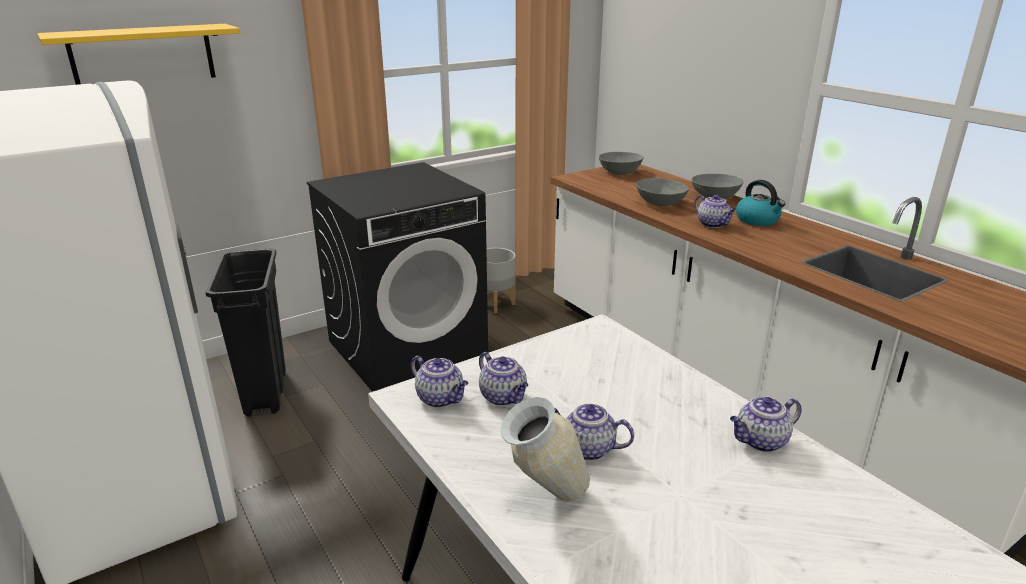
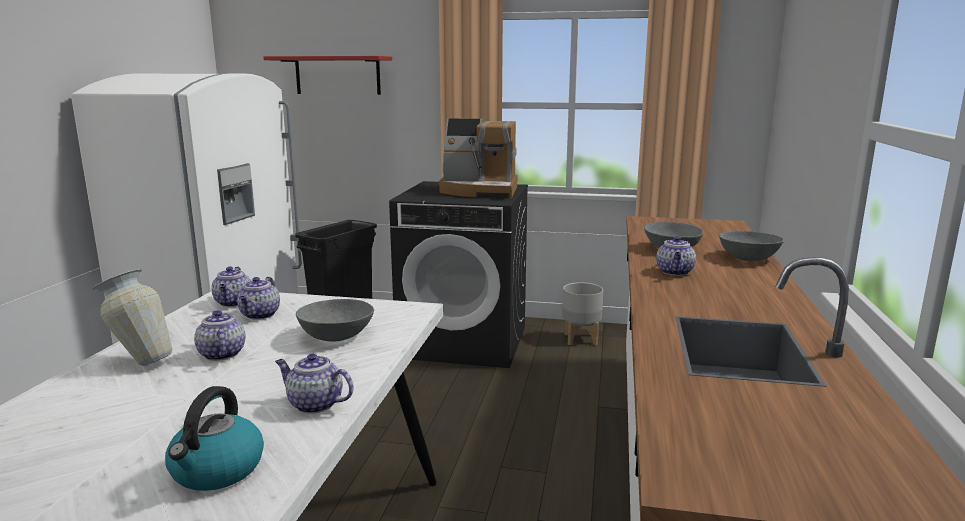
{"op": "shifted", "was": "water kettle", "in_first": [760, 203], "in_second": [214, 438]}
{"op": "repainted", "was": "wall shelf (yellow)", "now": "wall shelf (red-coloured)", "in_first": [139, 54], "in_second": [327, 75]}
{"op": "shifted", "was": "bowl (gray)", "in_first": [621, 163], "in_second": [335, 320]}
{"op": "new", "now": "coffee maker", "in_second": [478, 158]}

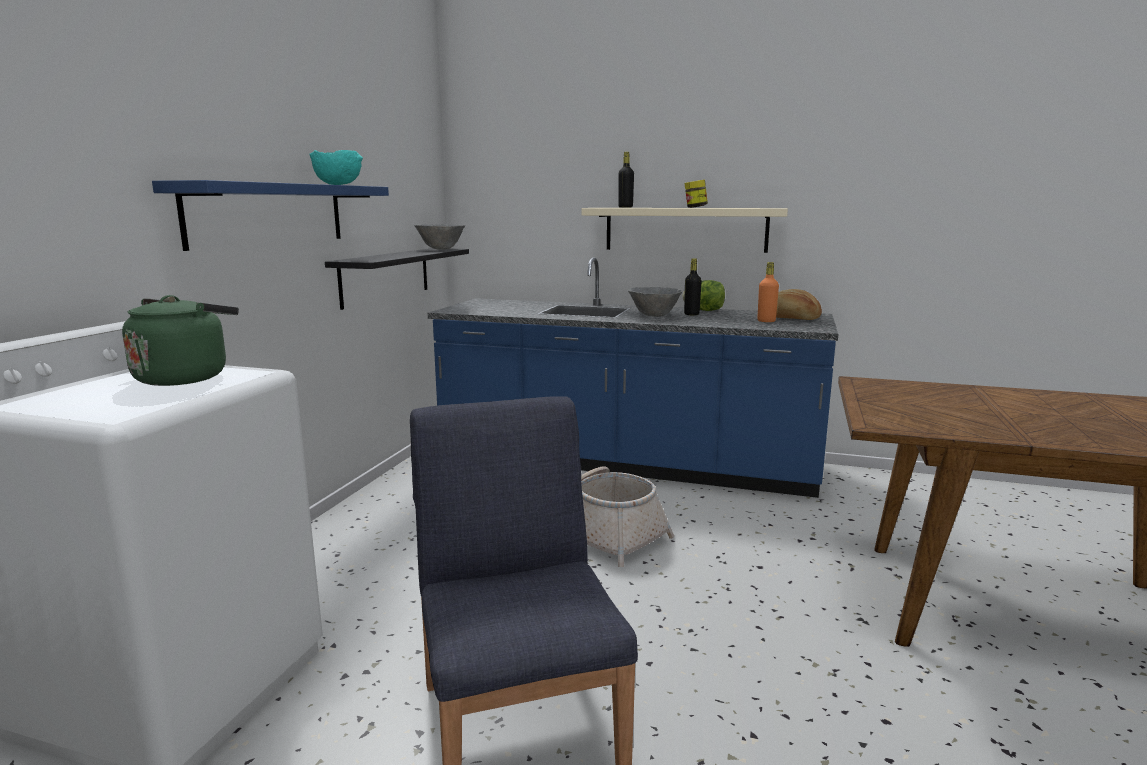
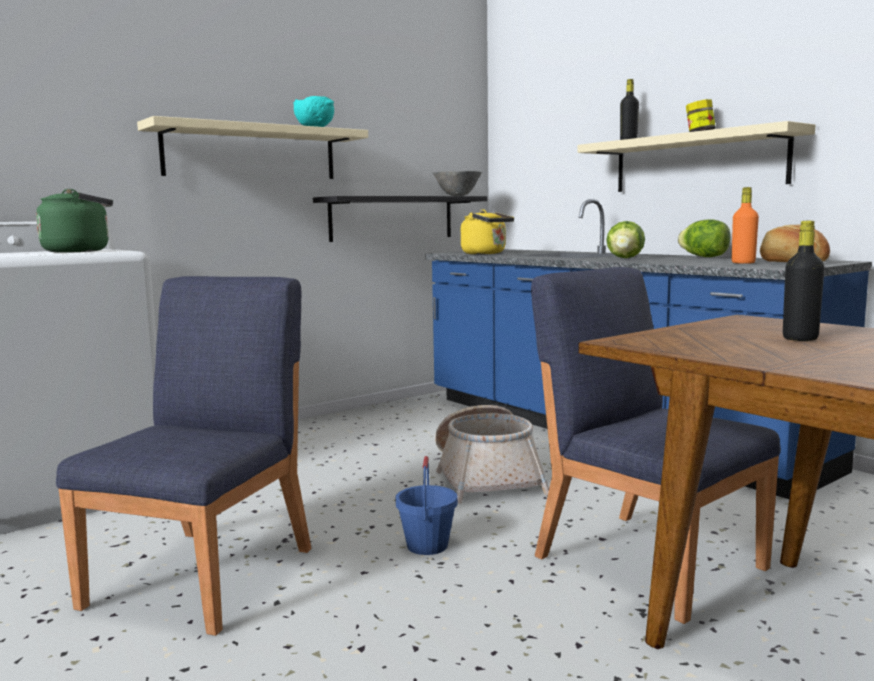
{"op": "repainted", "was": "wall shelf (bluish)", "now": "wall shelf (beige-coloured)", "in_first": [270, 215], "in_second": [252, 147]}
{"op": "new", "now": "pail (bluish)", "in_second": [426, 505]}
{"op": "new", "now": "water kettle (yellow)", "in_second": [487, 231]}
{"op": "new", "now": "plain chair (bluish)", "in_second": [656, 445]}
{"op": "swapped", "was": "bowl (gray)", "now": "head of lettuce", "in_first": [655, 302], "in_second": [625, 239]}
{"op": "shifted", "was": "drink bottle (blackish)", "in_first": [692, 286], "in_second": [804, 281]}

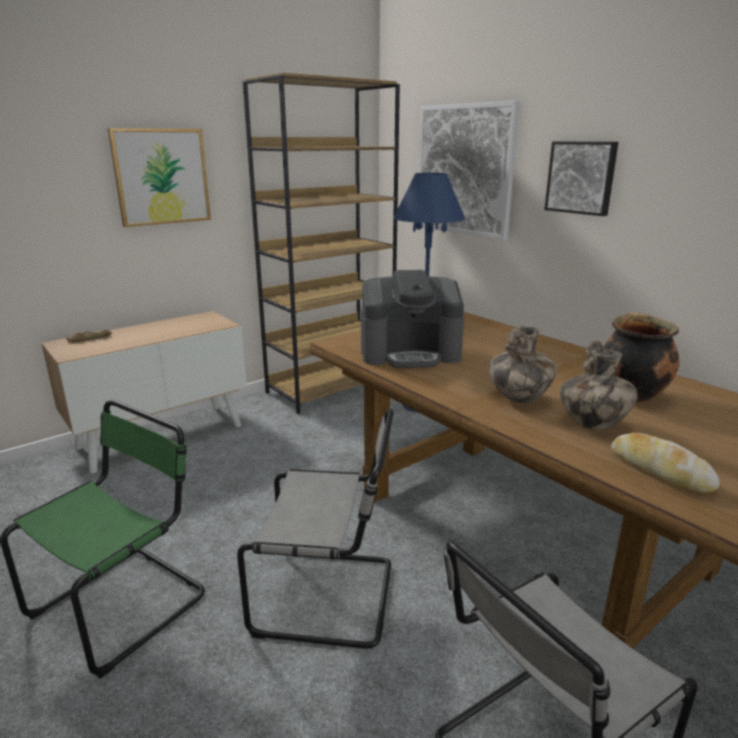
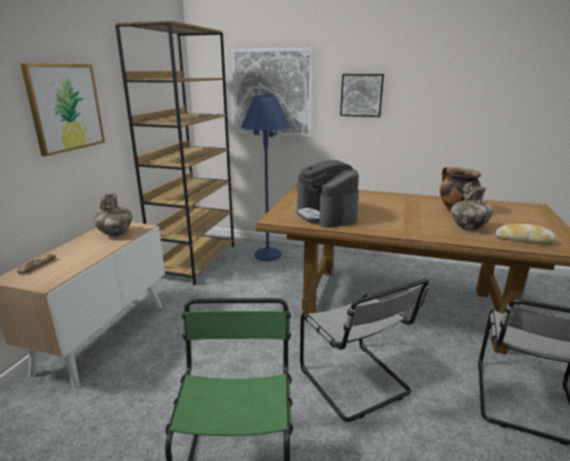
{"op": "shifted", "was": "vase", "in_first": [522, 364], "in_second": [112, 214]}
{"op": "rotated", "was": "coffee maker", "in_first": [412, 319], "in_second": [327, 194], "clockwise": 105}
{"op": "rotated", "was": "plain chair (gray)", "in_first": [315, 528], "in_second": [364, 350], "clockwise": 90}

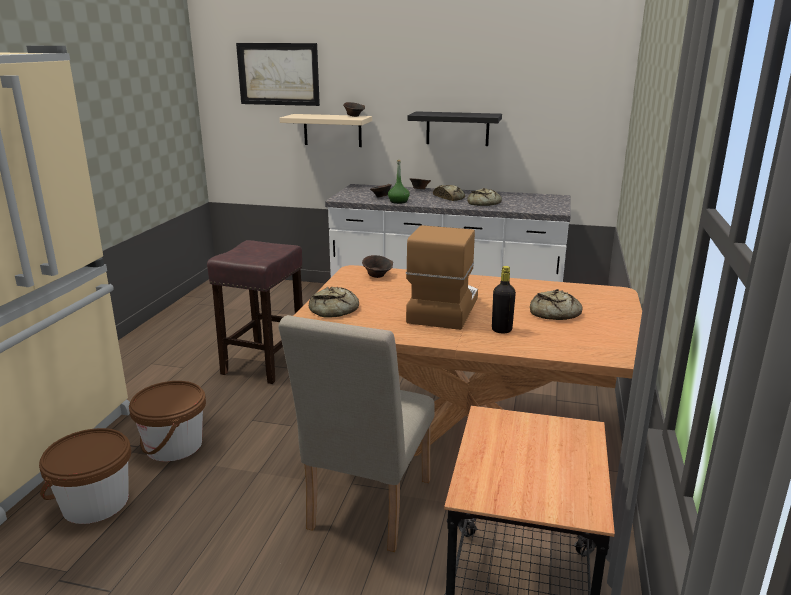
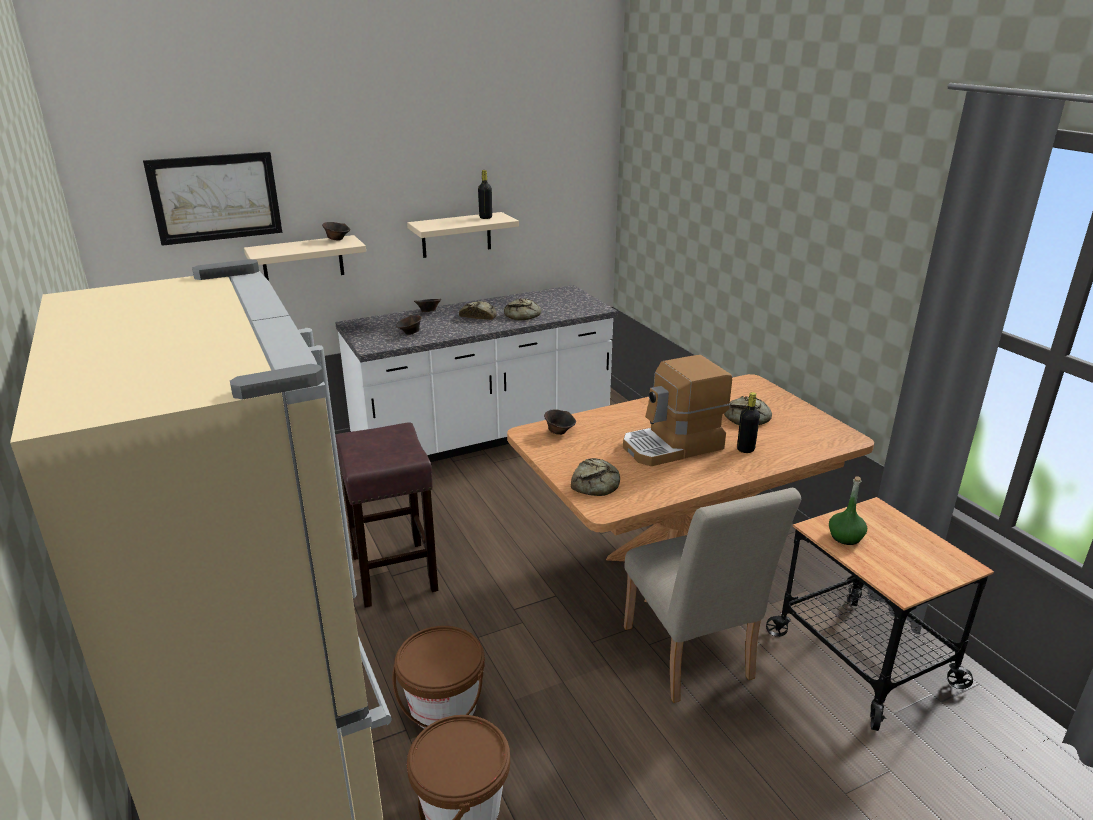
{"op": "repainted", "was": "wall shelf (blackish)", "now": "wall shelf (beige-coloured)", "in_first": [455, 128], "in_second": [463, 235]}
{"op": "new", "now": "drink bottle (blackish)", "in_second": [485, 194]}
{"op": "rotated", "was": "coffee maker", "in_first": [442, 277], "in_second": [677, 410], "clockwise": -90}
{"op": "shifted", "was": "drink bottle (green-coloured)", "in_first": [399, 182], "in_second": [848, 510]}

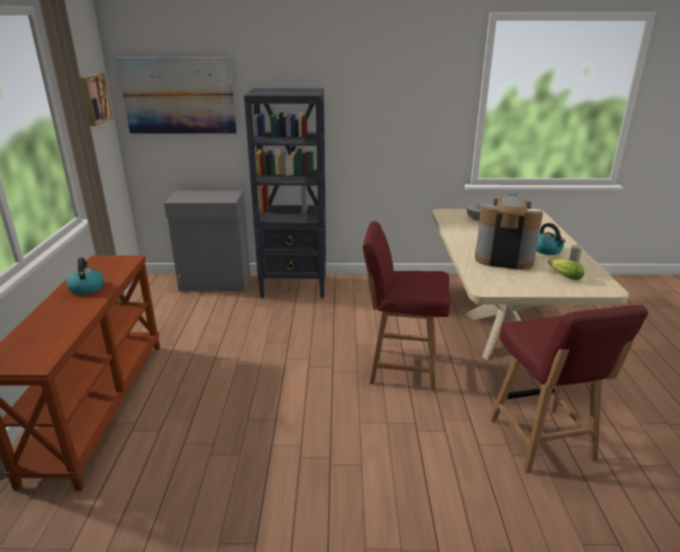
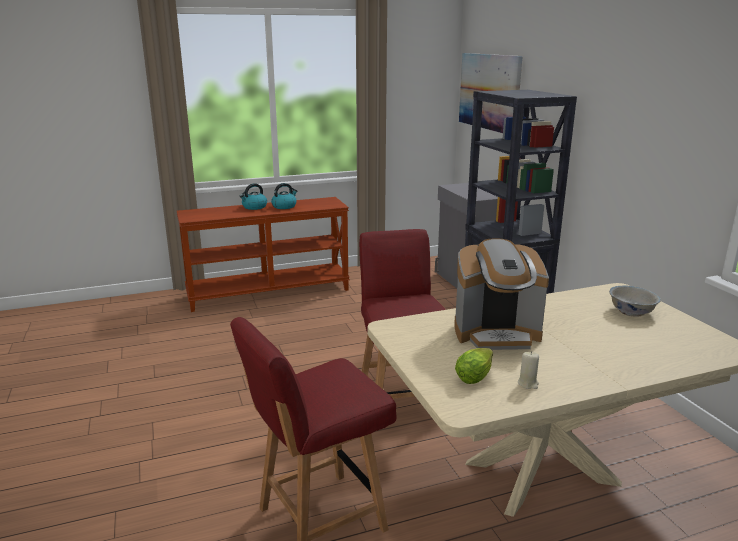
{"op": "shifted", "was": "water kettle", "in_first": [550, 239], "in_second": [253, 196]}
{"op": "rotated", "was": "coffee maker", "in_first": [509, 232], "in_second": [501, 294], "clockwise": 90}
{"op": "gone", "was": "wall picture", "in_first": [96, 99]}

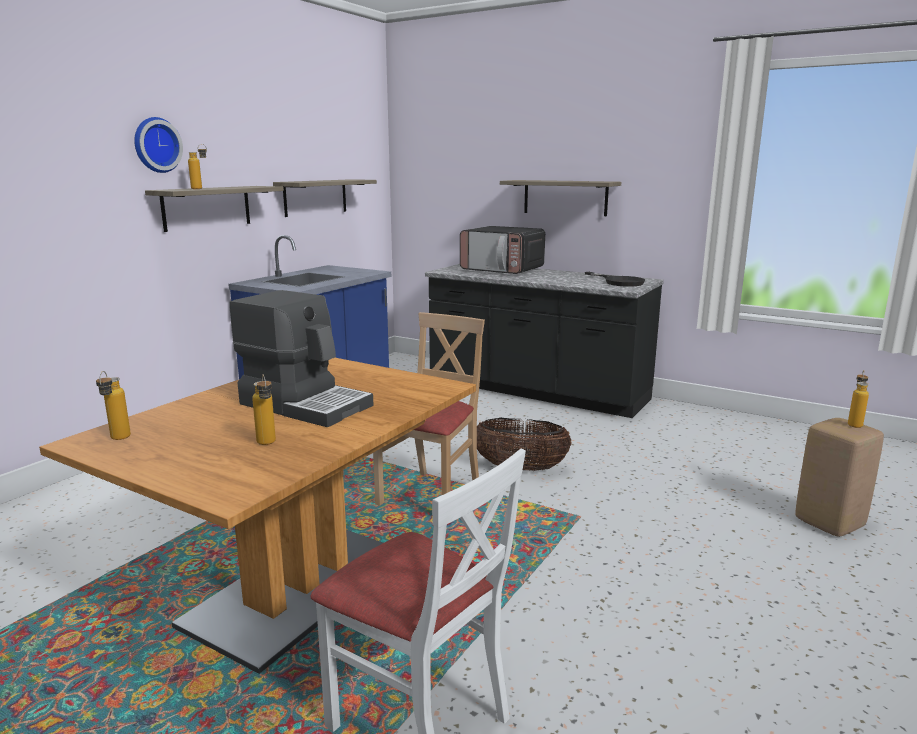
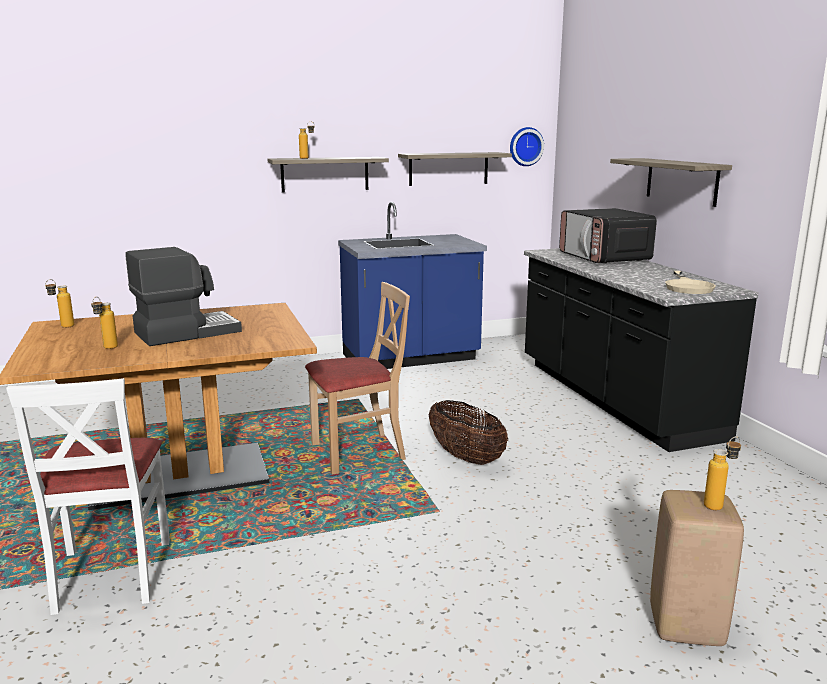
{"op": "rotated", "was": "coffee maker", "in_first": [301, 358], "in_second": [183, 296], "clockwise": -105}
{"op": "shifted", "was": "clock on the wall", "in_first": [158, 145], "in_second": [527, 146]}
{"op": "repainted", "was": "pan (blackish)", "now": "pan (beige-coloured)", "in_first": [615, 279], "in_second": [690, 282]}

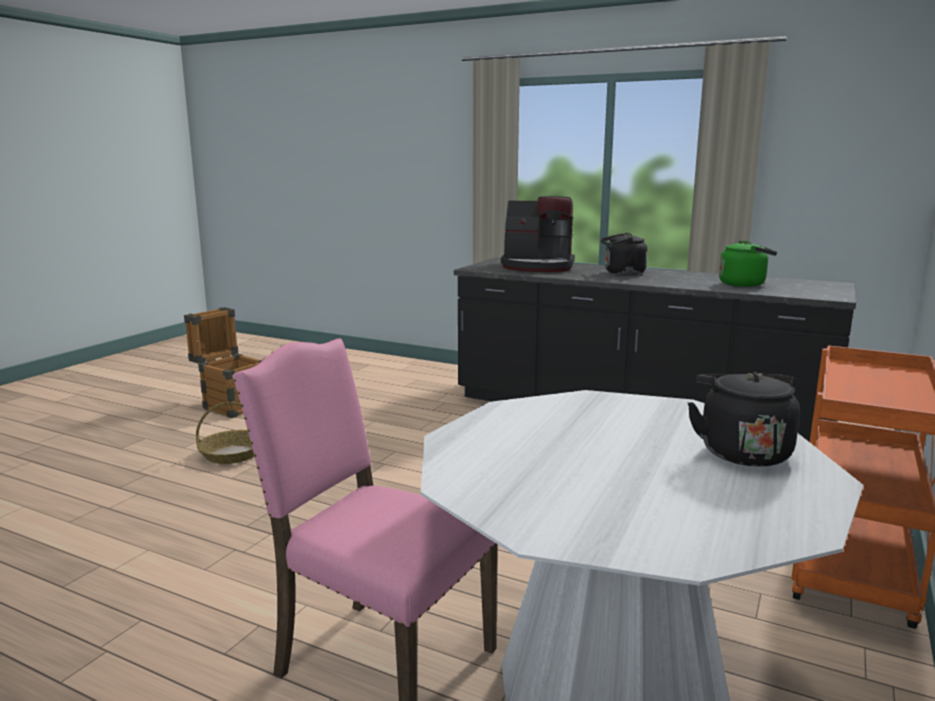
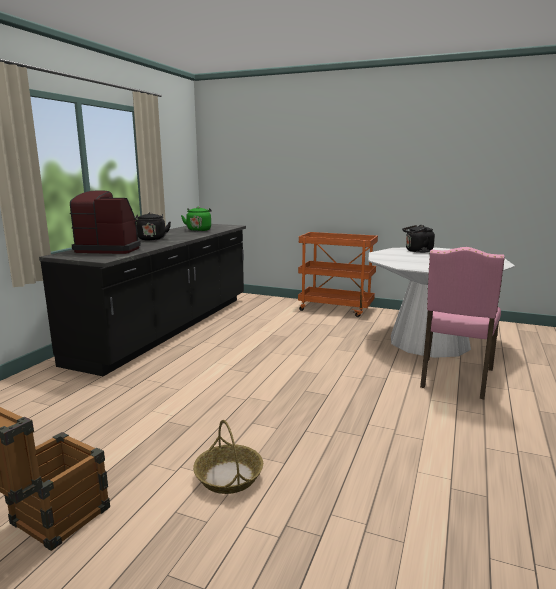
{"op": "rotated", "was": "coffee maker", "in_first": [538, 234], "in_second": [105, 222], "clockwise": -90}

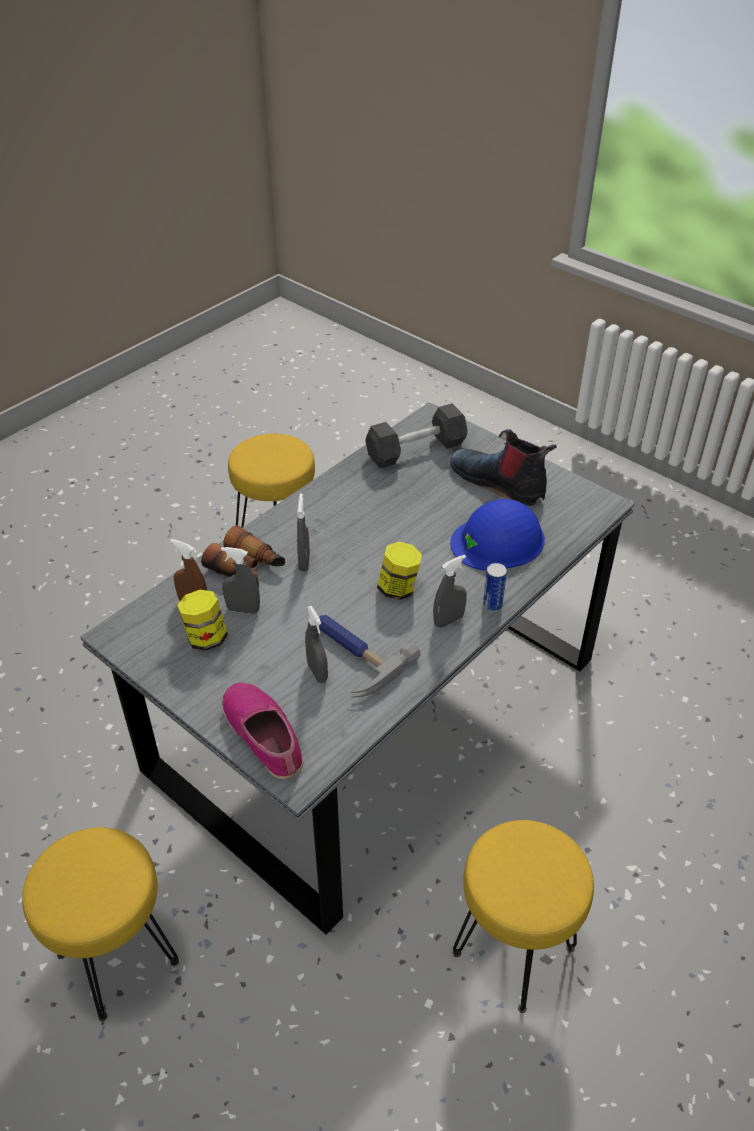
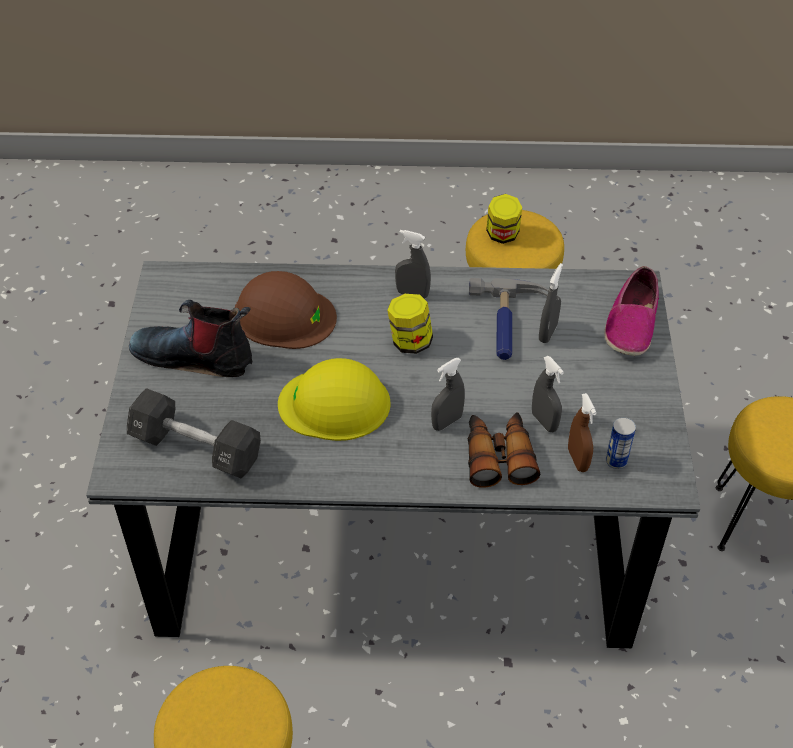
{"op": "rotated", "was": "high-top boot", "in_first": [503, 467], "in_second": [190, 338], "clockwise": 105}
{"op": "repainted", "was": "hard hat (bluish)", "now": "hard hat (brown)", "in_first": [497, 535], "in_second": [286, 310]}
{"op": "new", "now": "hard hat (yellow)", "in_second": [334, 399]}
{"op": "shifted", "was": "preserve jar", "in_first": [202, 620], "in_second": [504, 219]}
{"op": "shifted", "was": "can", "in_first": [495, 587], "in_second": [621, 443]}

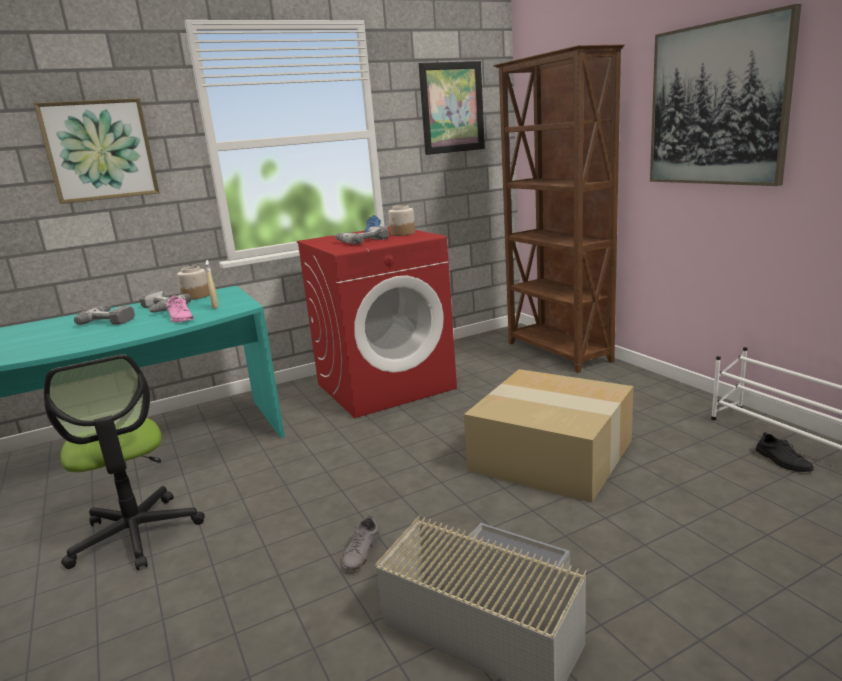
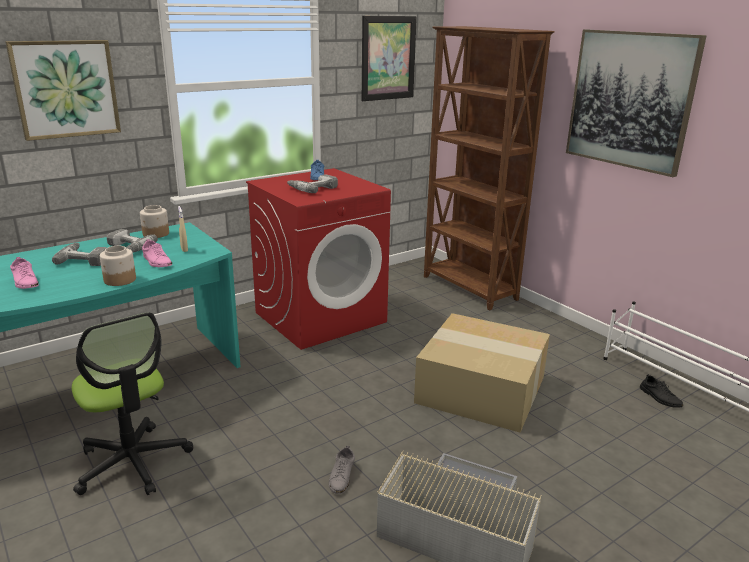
{"op": "new", "now": "shoe (pink-coloured)", "in_second": [24, 273]}
{"op": "shifted", "was": "preserve jar", "in_first": [401, 220], "in_second": [118, 266]}

